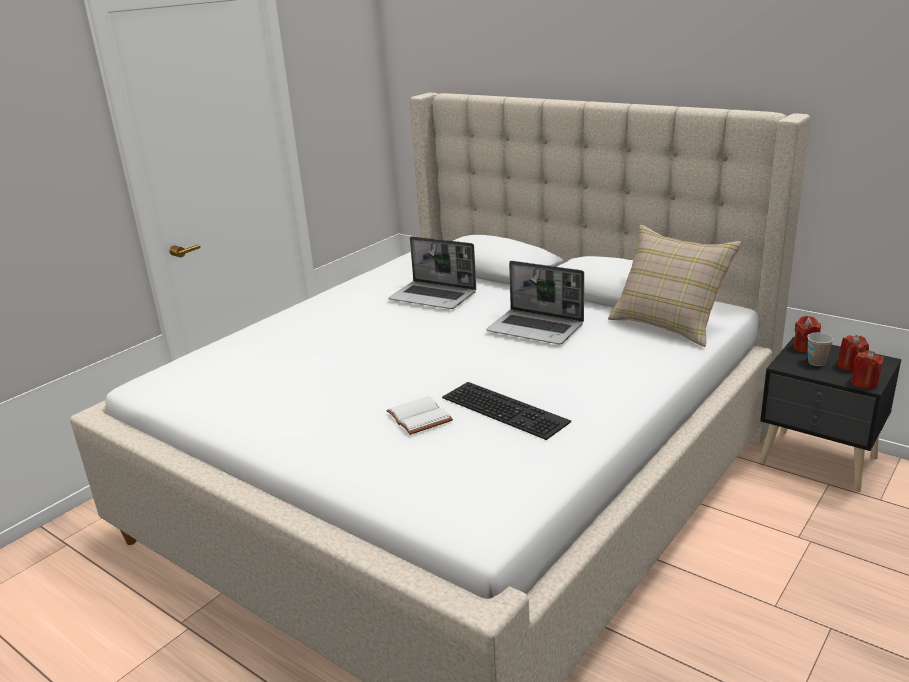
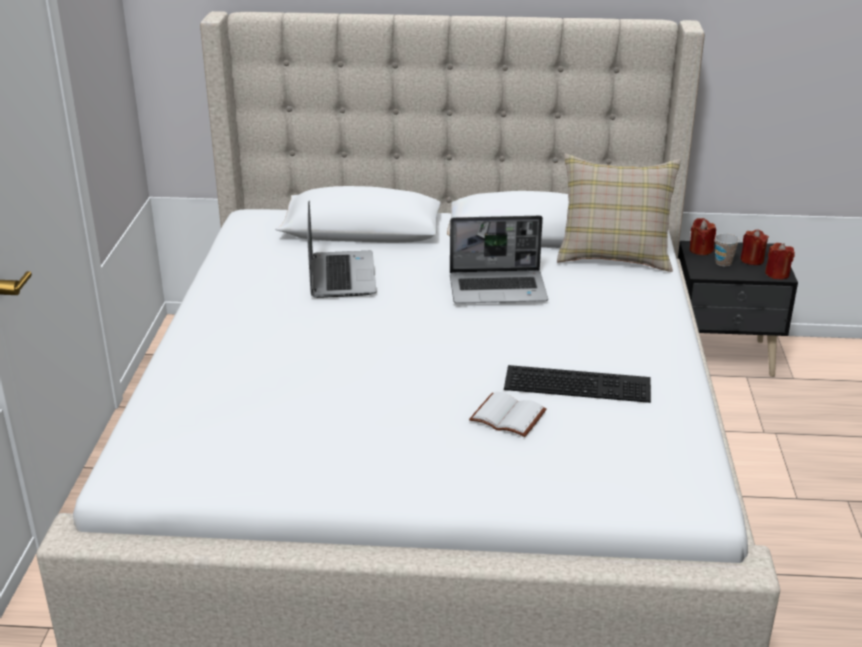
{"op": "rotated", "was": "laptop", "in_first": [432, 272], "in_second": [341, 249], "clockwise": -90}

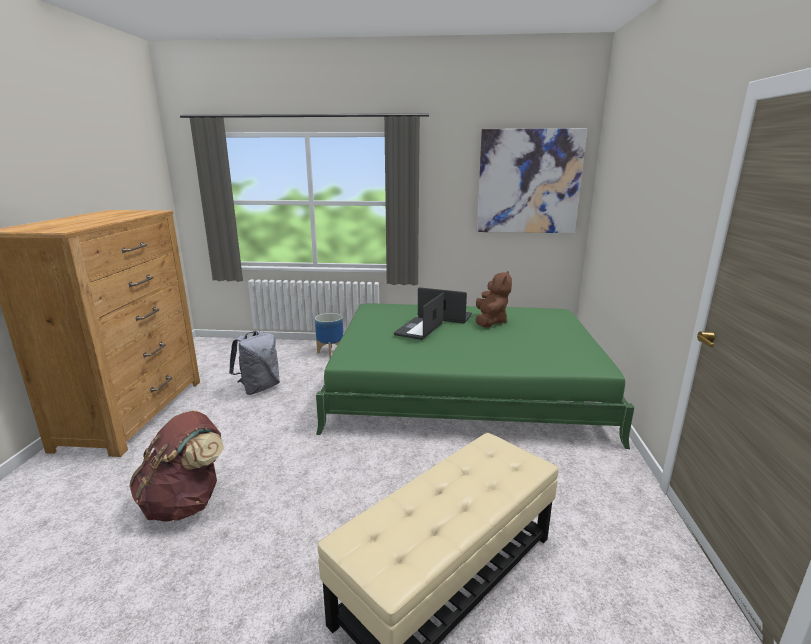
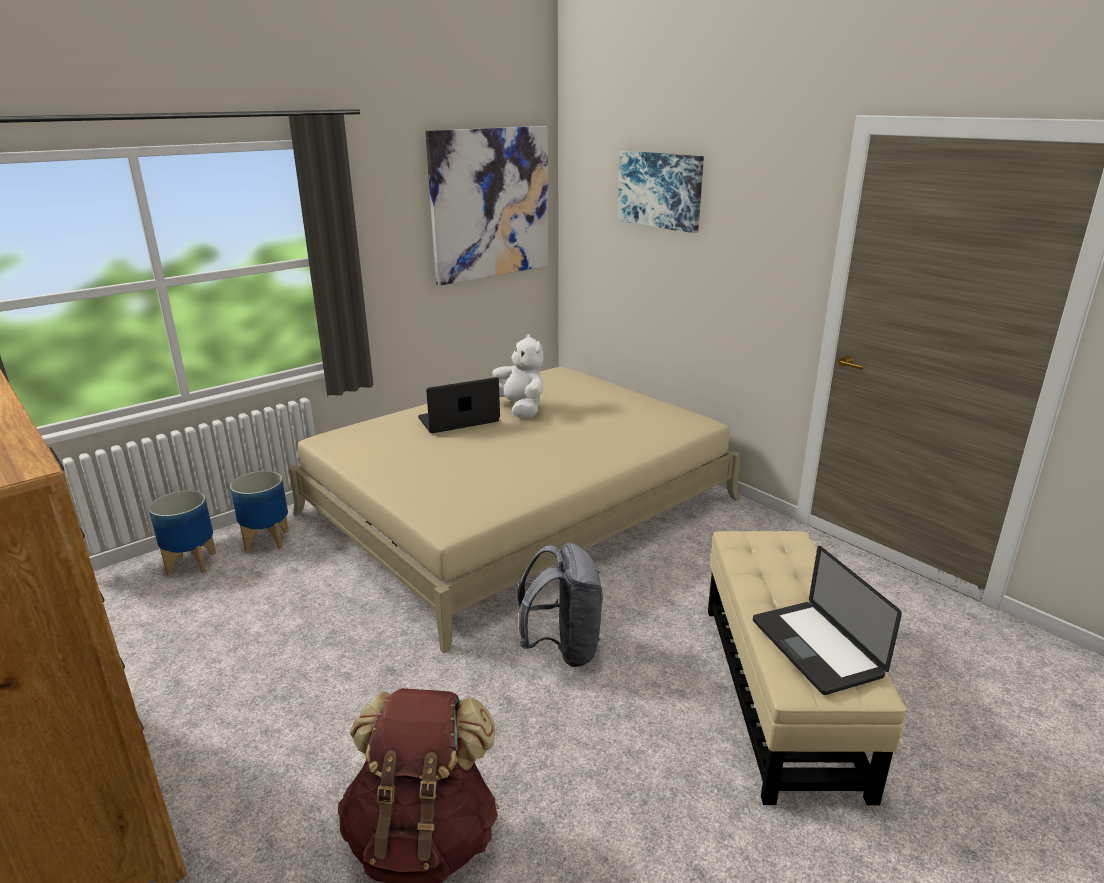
{"op": "new", "now": "planter", "in_second": [182, 533]}
{"op": "repainted", "was": "sleeping bed (green-coloured)", "now": "sleeping bed (beige-coloured)", "in_first": [475, 376], "in_second": [514, 510]}
{"op": "repainted", "was": "soft toy (brown)", "now": "soft toy (white)", "in_first": [493, 299], "in_second": [518, 376]}
{"op": "shifted", "was": "backpack (gray)", "in_first": [254, 363], "in_second": [560, 604]}
{"op": "new", "now": "wall picture", "in_second": [661, 192]}
{"op": "shifted", "was": "laptop", "in_first": [419, 316], "in_second": [827, 620]}

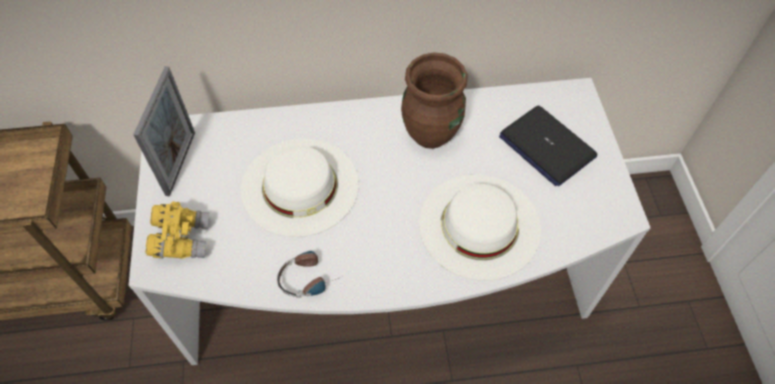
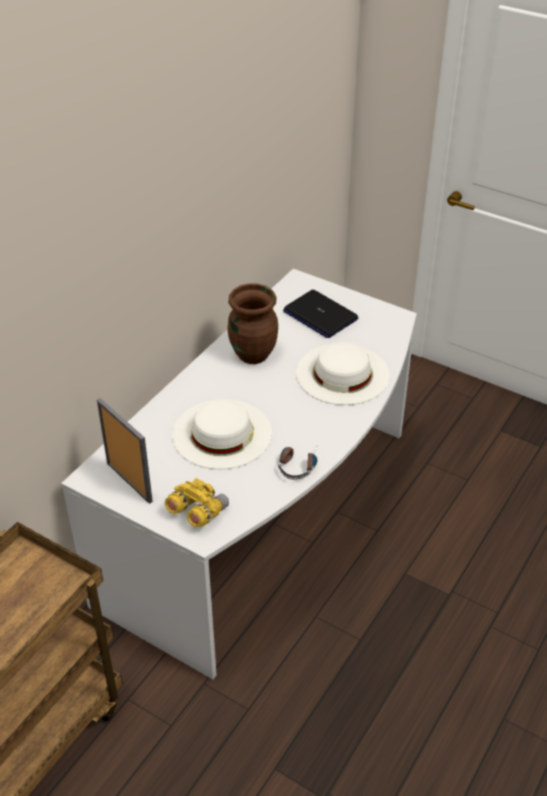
{"op": "rotated", "was": "laptop", "in_first": [548, 146], "in_second": [320, 314], "clockwise": 45}

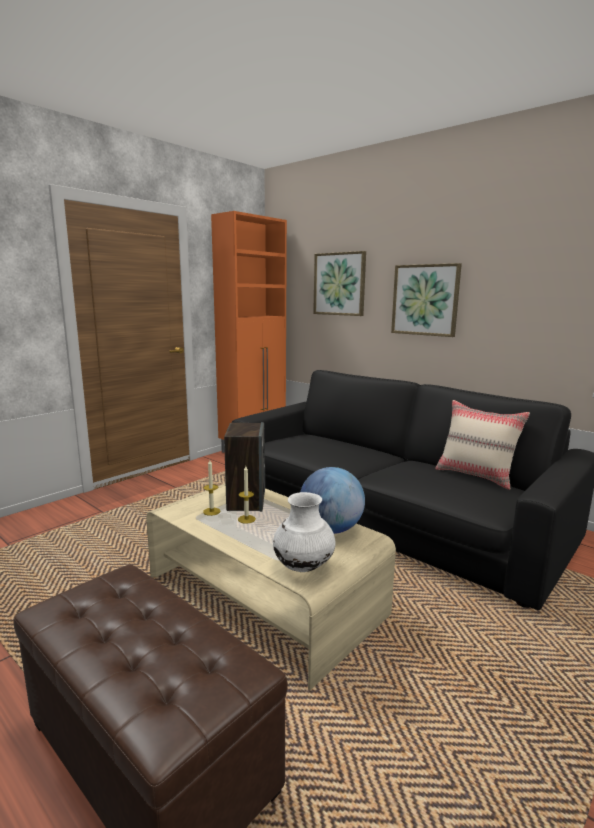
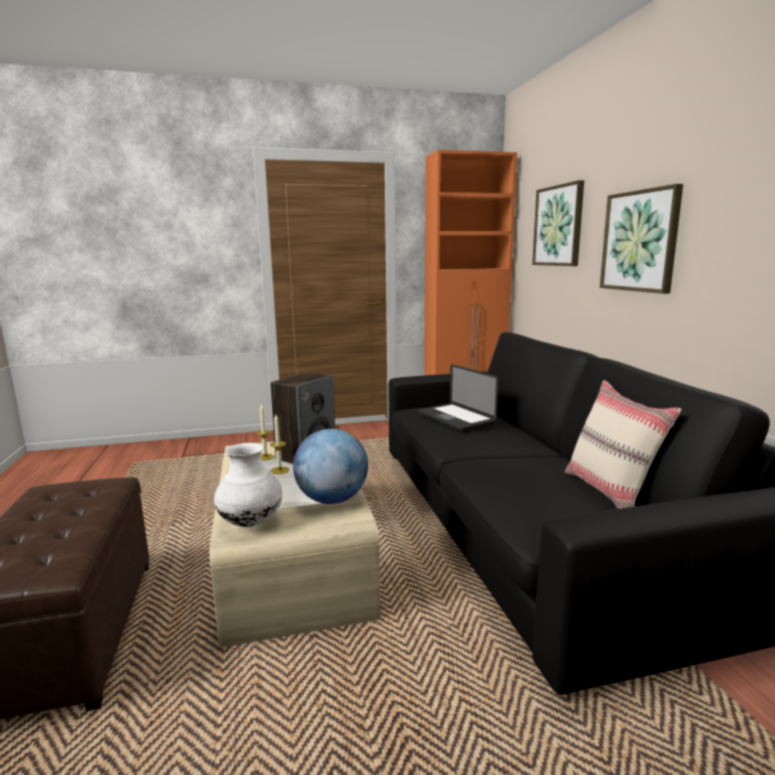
{"op": "new", "now": "laptop", "in_second": [458, 397]}

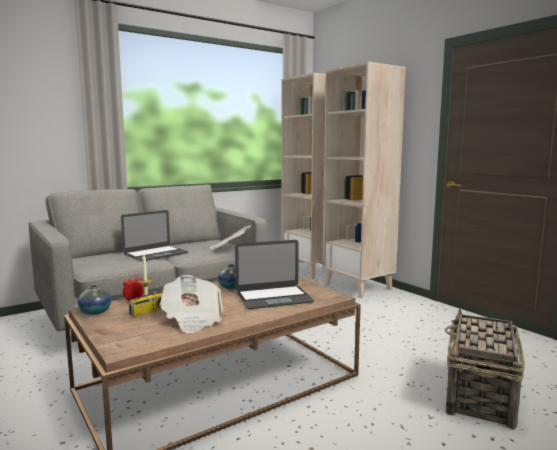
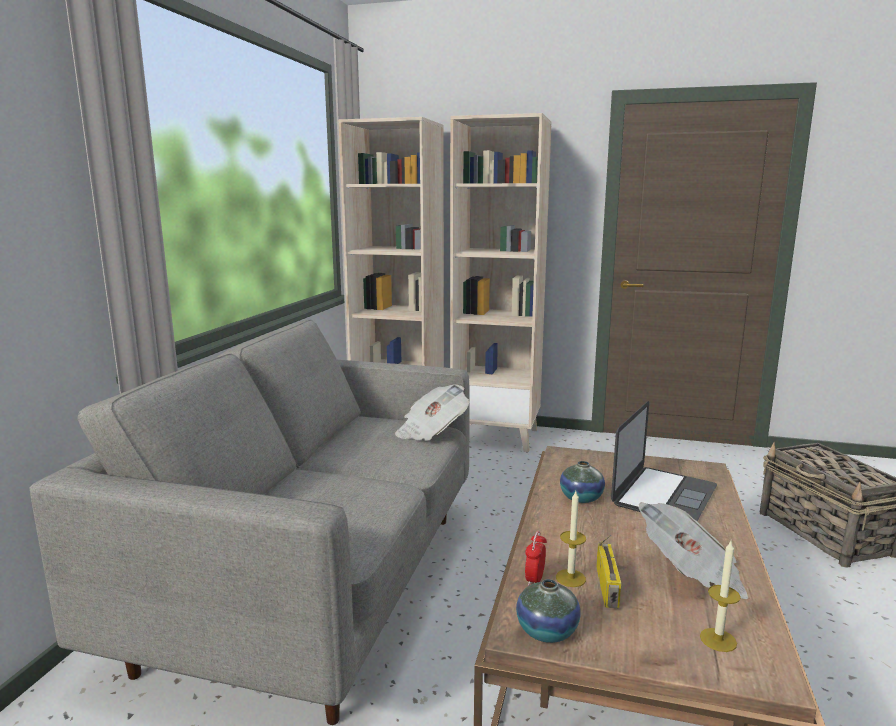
{"op": "new", "now": "wax candle", "in_second": [720, 596]}
{"op": "gone", "was": "laptop", "in_first": [154, 235]}

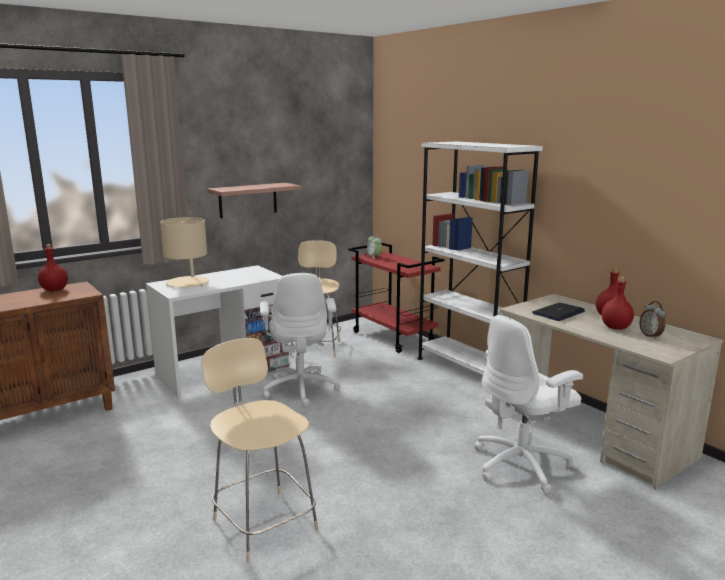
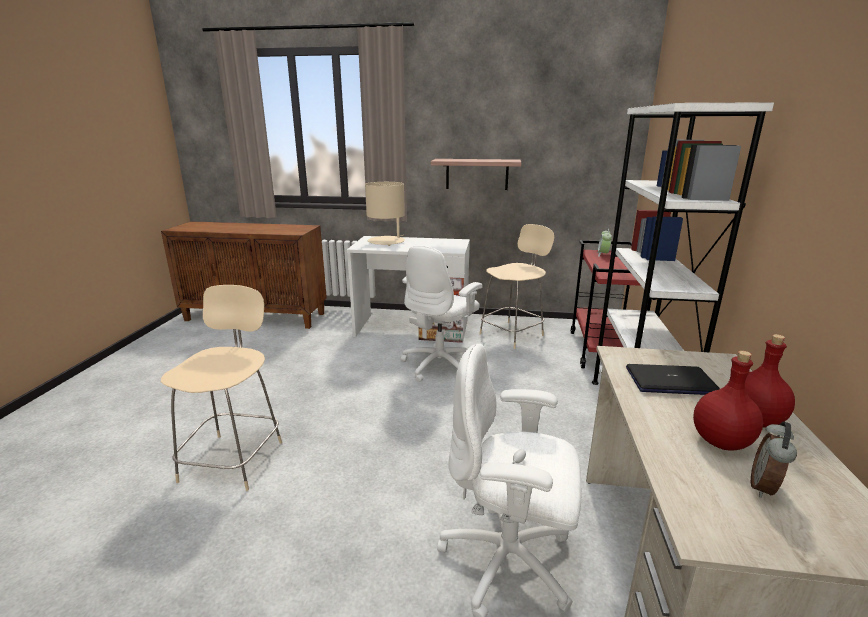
{"op": "gone", "was": "drink bottle (red-coloured)", "in_first": [53, 267]}

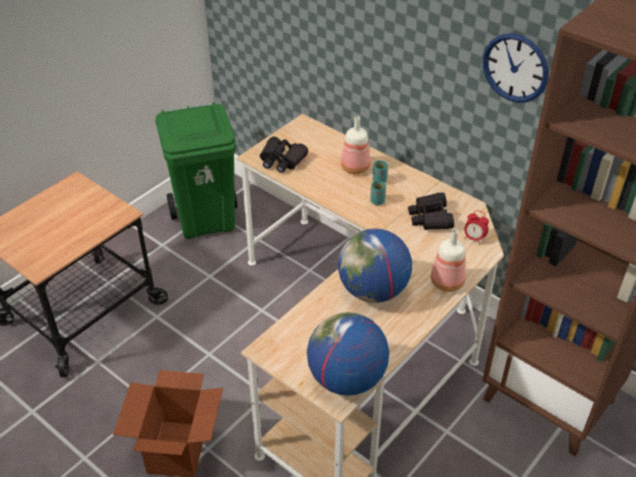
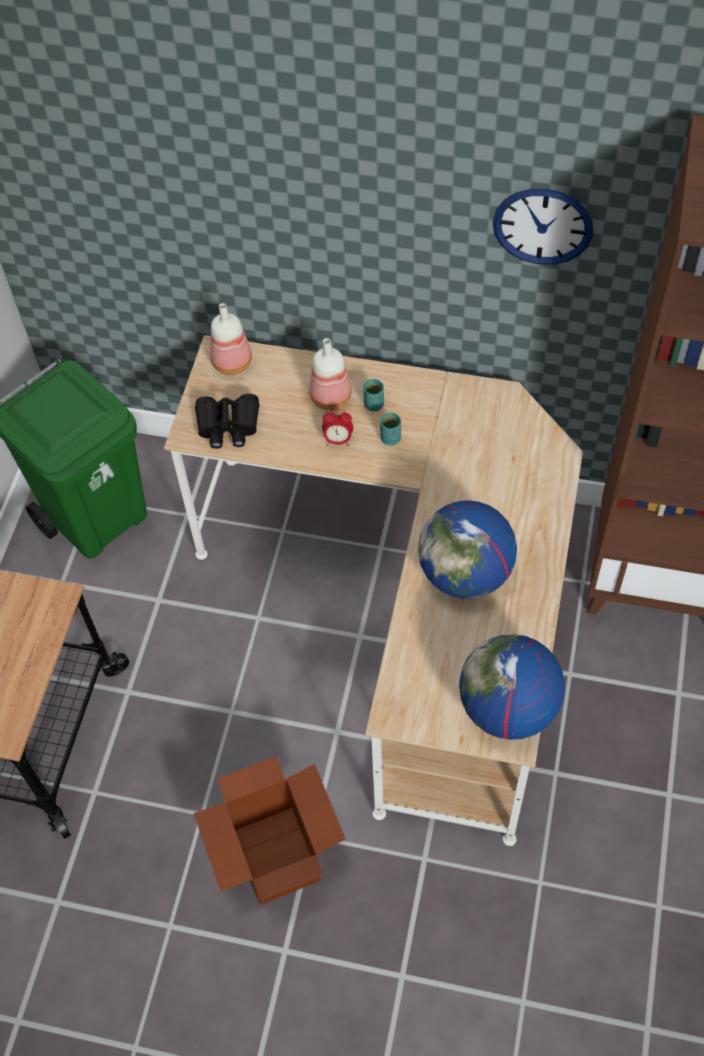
{"op": "shifted", "was": "drink bottle", "in_first": [448, 260], "in_second": [231, 339]}
{"op": "shifted", "was": "alarm clock", "in_first": [476, 227], "in_second": [337, 427]}
{"op": "gone", "was": "pair of binoculars (blackish)", "in_first": [431, 211]}

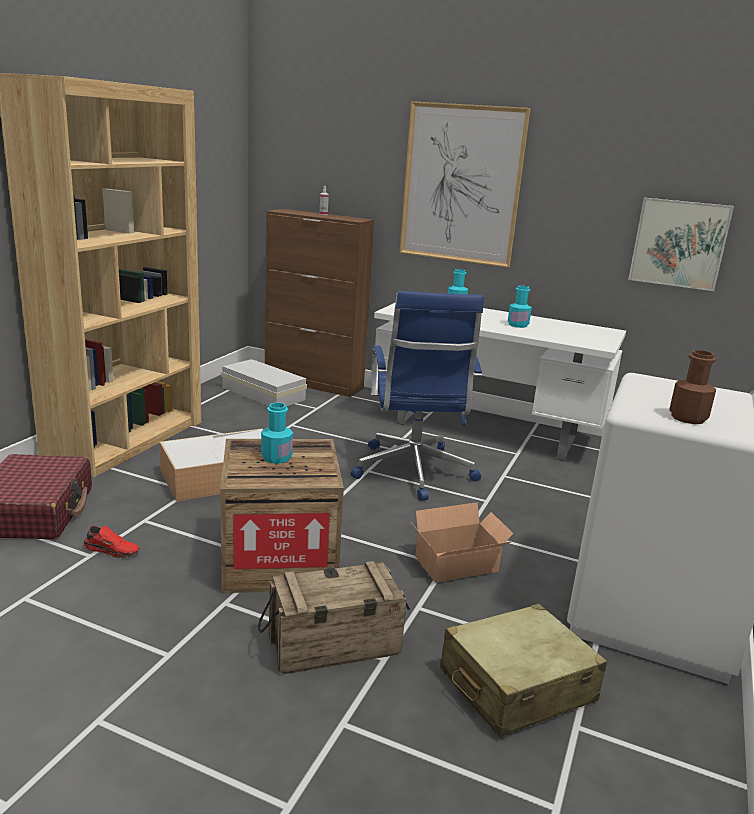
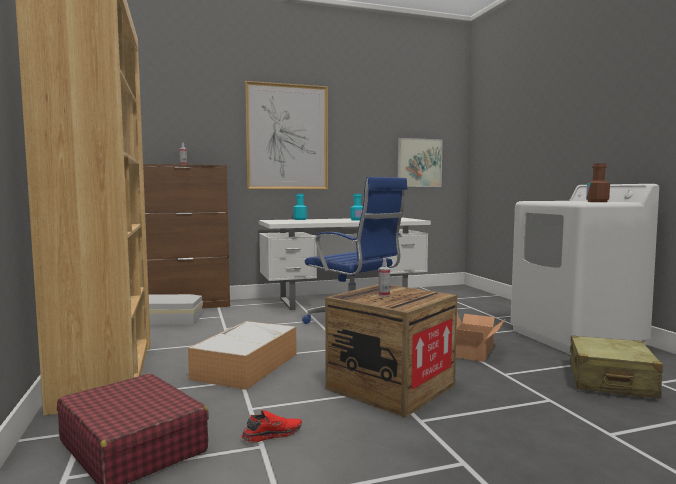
{"op": "swapped", "was": "drink bottle (turquoise-coloured)", "now": "sprayer", "in_first": [277, 433], "in_second": [384, 277]}
{"op": "gone", "was": "packing crate", "in_first": [334, 617]}

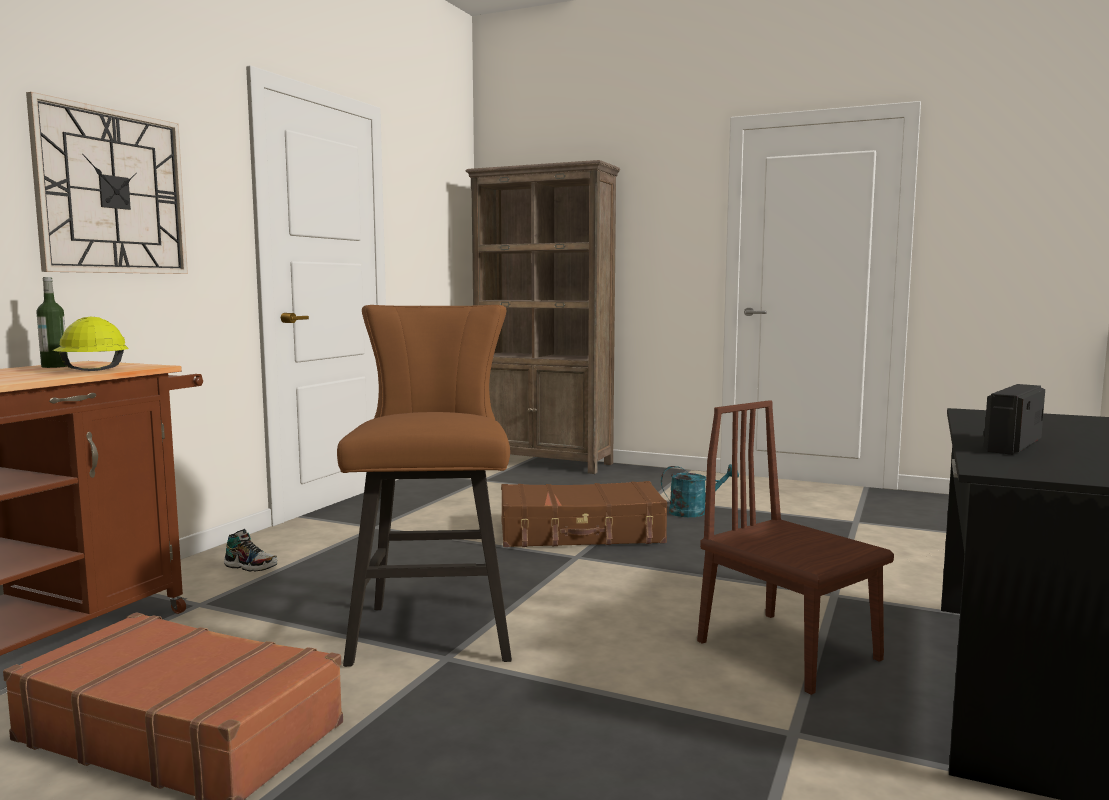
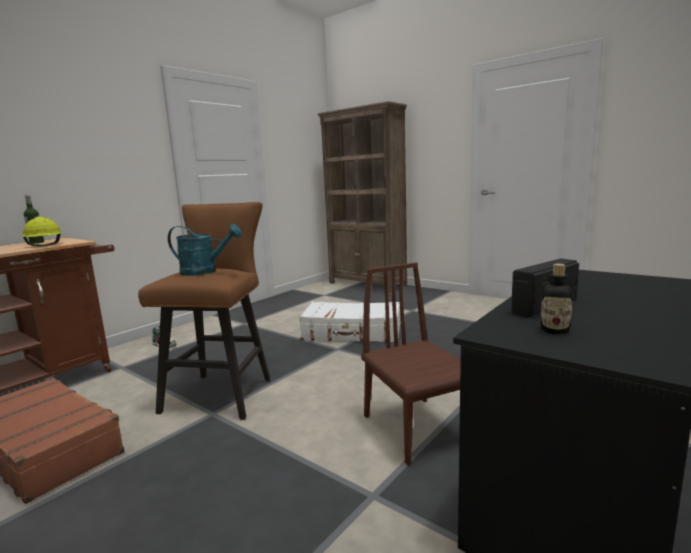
{"op": "shifted", "was": "watering pot (turquoise-coloured)", "in_first": [700, 490], "in_second": [205, 250]}
{"op": "repainted", "was": "piece of luggage (brown)", "now": "piece of luggage (white)", "in_first": [584, 514], "in_second": [349, 322]}
{"op": "new", "now": "drink bottle", "in_second": [556, 299]}
{"op": "gone", "was": "clock on the wall", "in_first": [107, 183]}

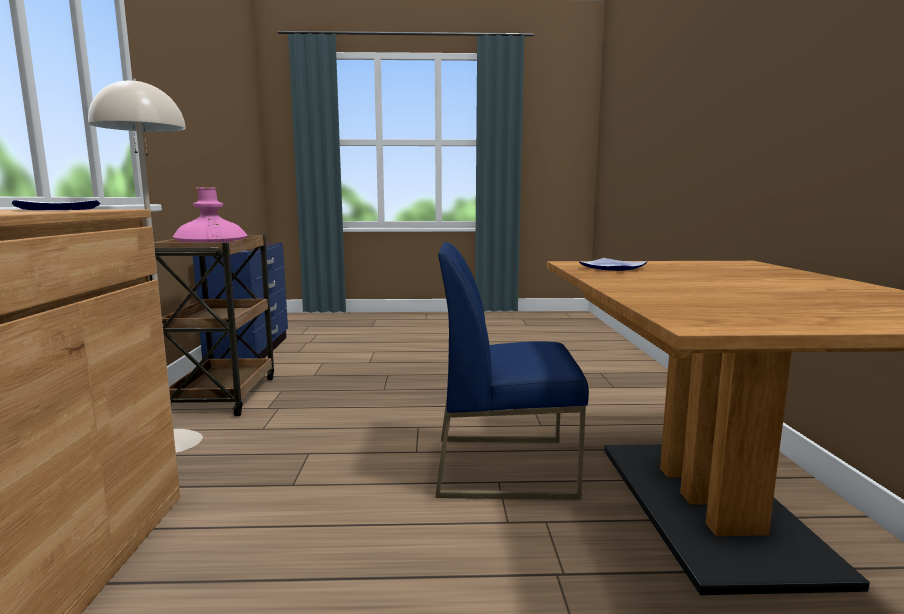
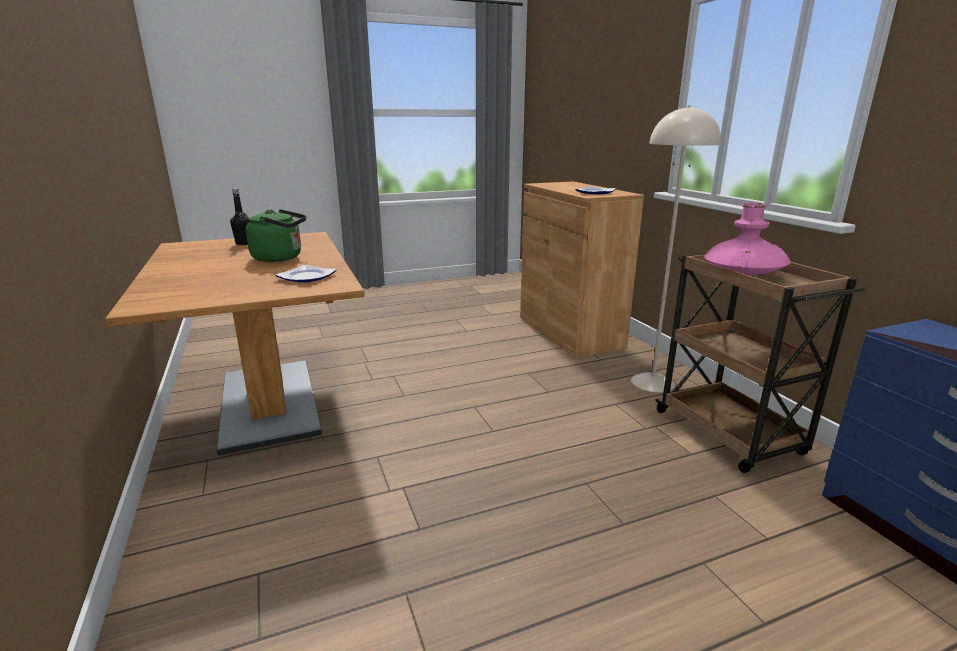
{"op": "new", "now": "drink bottle (blackish)", "in_second": [240, 216]}
{"op": "new", "now": "water kettle (green-coloured)", "in_second": [276, 235]}
{"op": "gone", "was": "plain chair (bluish)", "in_first": [512, 371]}

